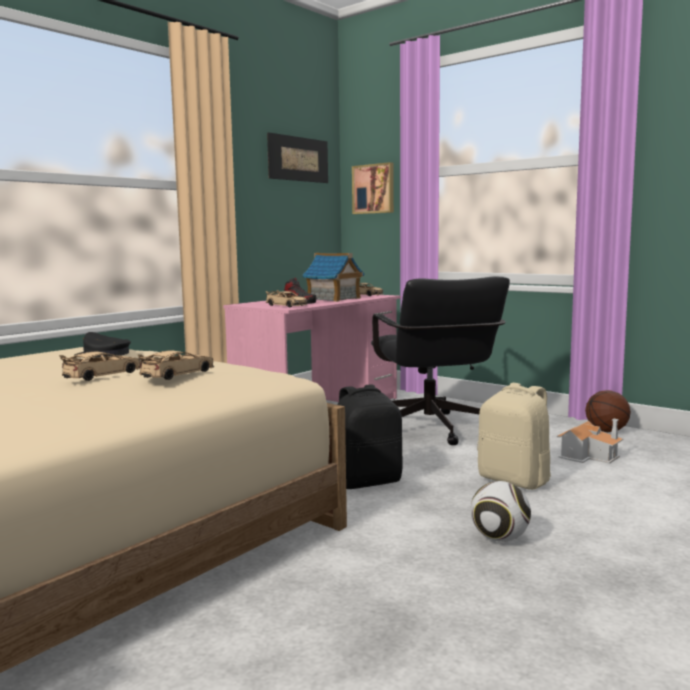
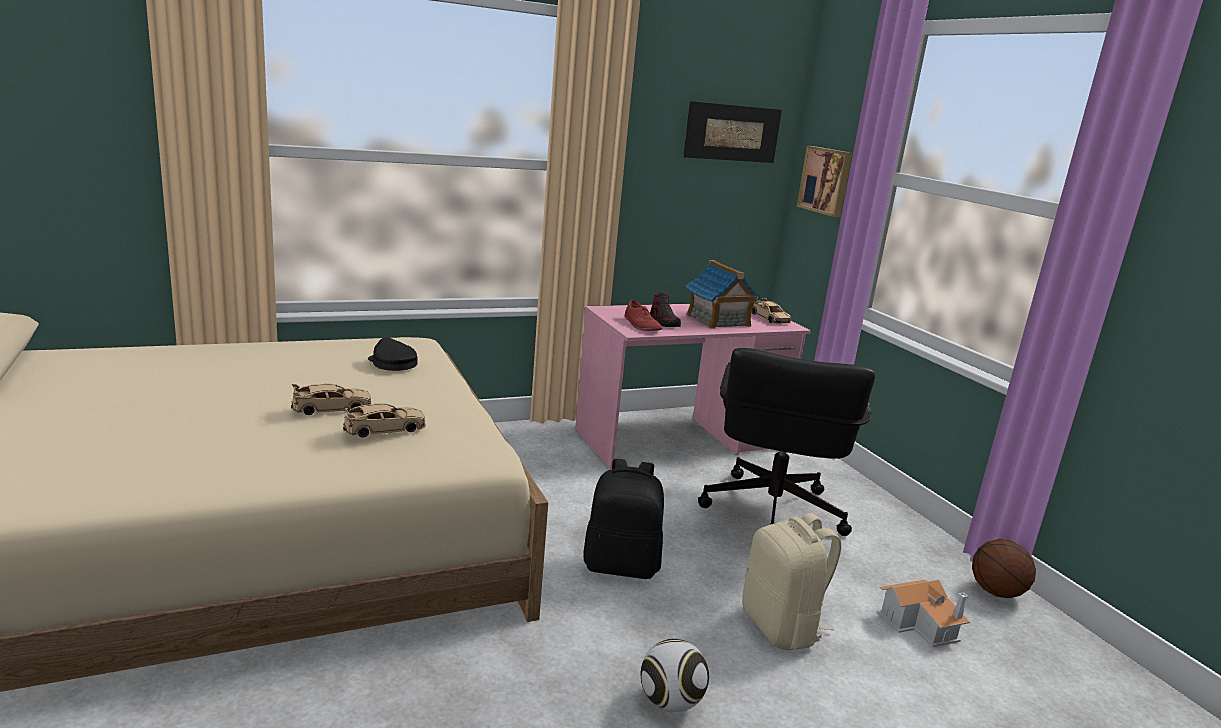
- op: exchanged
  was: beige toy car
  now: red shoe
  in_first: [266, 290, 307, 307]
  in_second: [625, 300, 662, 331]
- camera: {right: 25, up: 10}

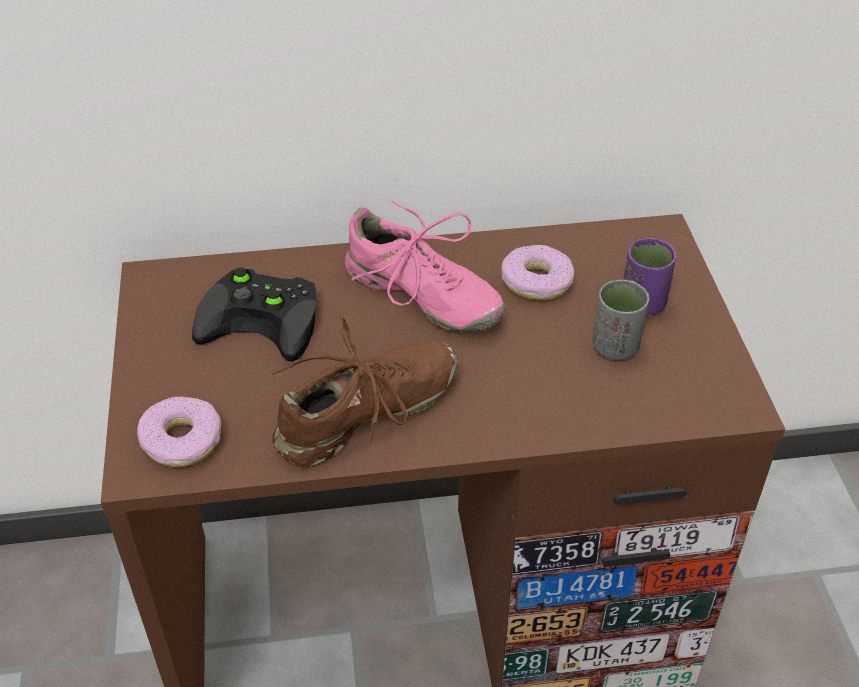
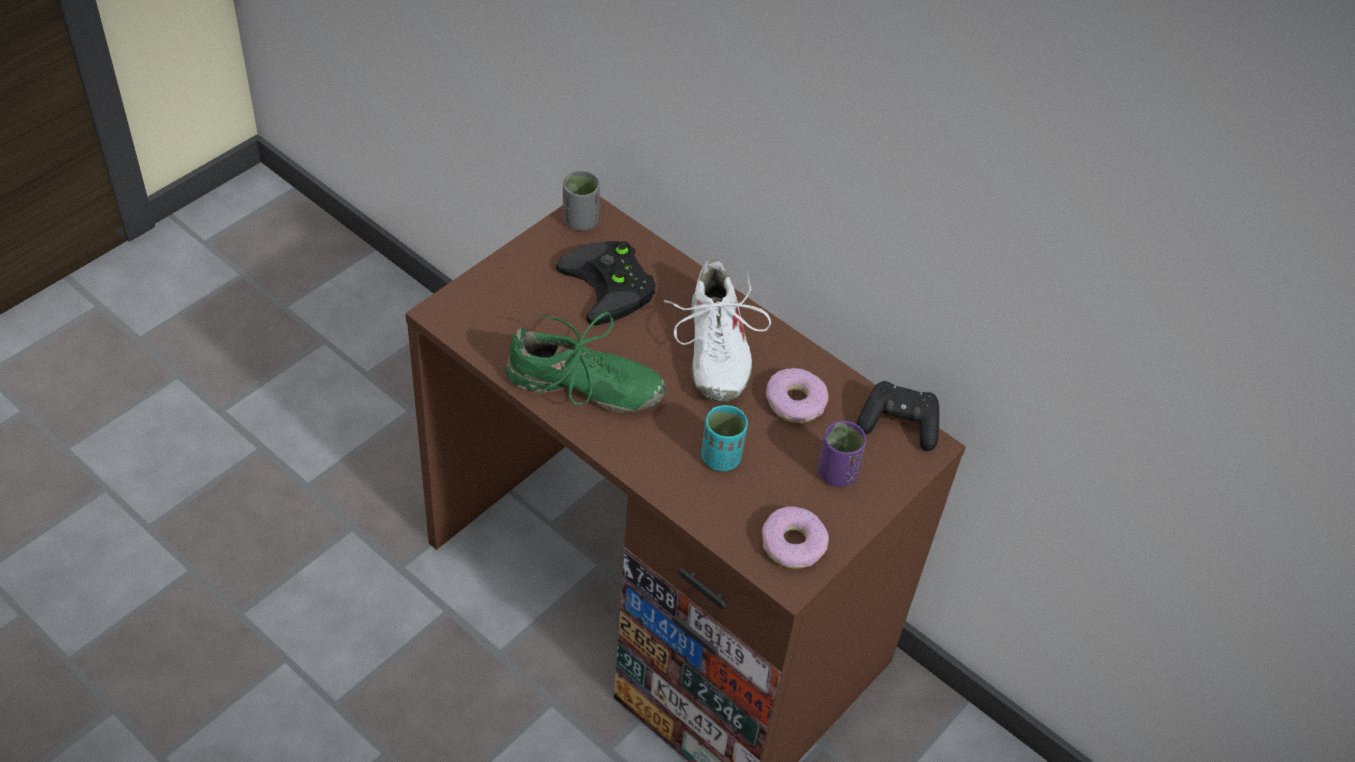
- op: appeared
  now: turquoise cup
  in_second: [701, 405, 748, 471]
- op: appeared
  now: black game controller
  in_second: [857, 381, 939, 451]
- op: relocated
  was: donut
  in_first: [137, 396, 221, 467]
  in_second: [762, 506, 829, 569]
- op: relocated
  was: grey cup
  in_first: [592, 280, 649, 360]
  in_second: [563, 171, 600, 231]
- op: colour
  was: brown shoe
  now: green shoe
  in_first: [272, 316, 458, 467]
  in_second: [506, 312, 666, 413]
- op: colour
  was: pink shoe
  now: white shoe
  in_first: [345, 201, 505, 332]
  in_second: [663, 259, 771, 401]
- camera: {right: 45, up: 5}

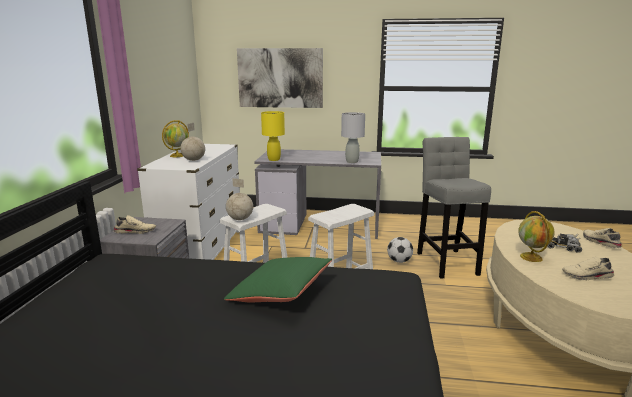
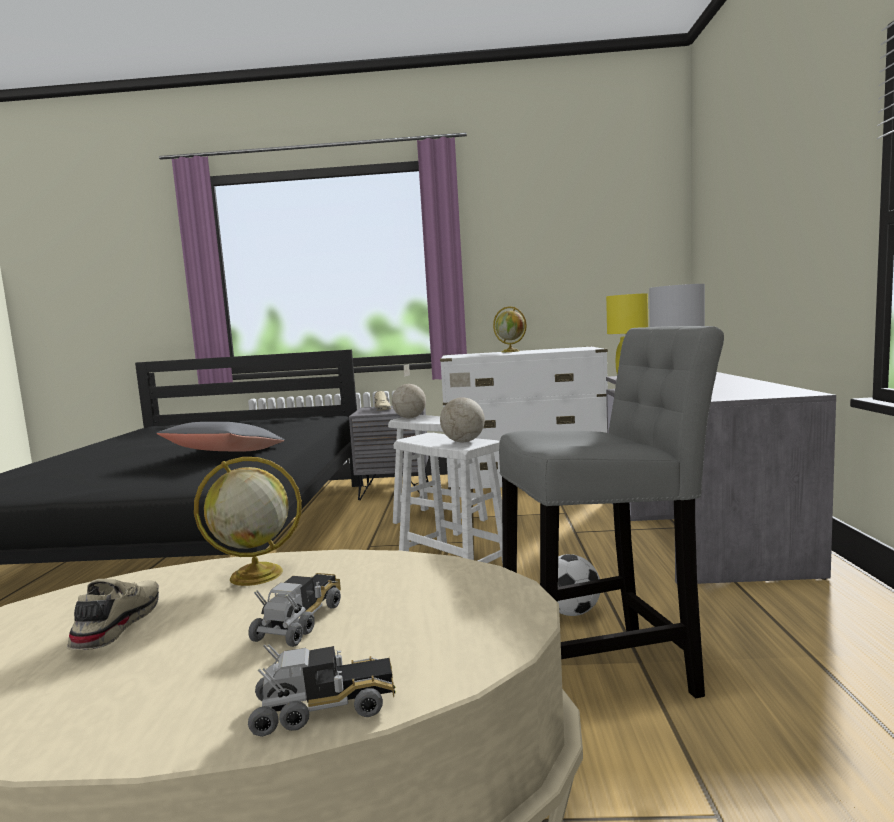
- op: missing
  was: picture
  in_first: [237, 48, 323, 108]
- op: relocated
  was: globe
  in_first: [180, 123, 205, 161]
  in_second: [440, 372, 485, 442]
- op: exchanged
  was: beige shoe
  now: toy truck
  in_first: [583, 228, 622, 248]
  in_second: [248, 644, 396, 737]
- op: colour
  was: green pillow
  now: grey pillow
  in_first: [224, 257, 332, 302]
  in_second: [157, 422, 285, 451]
- camera: {right: 85, up: -10}

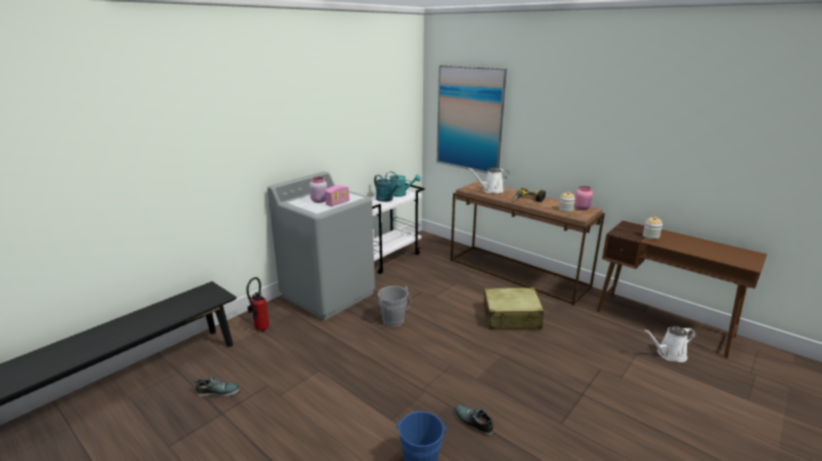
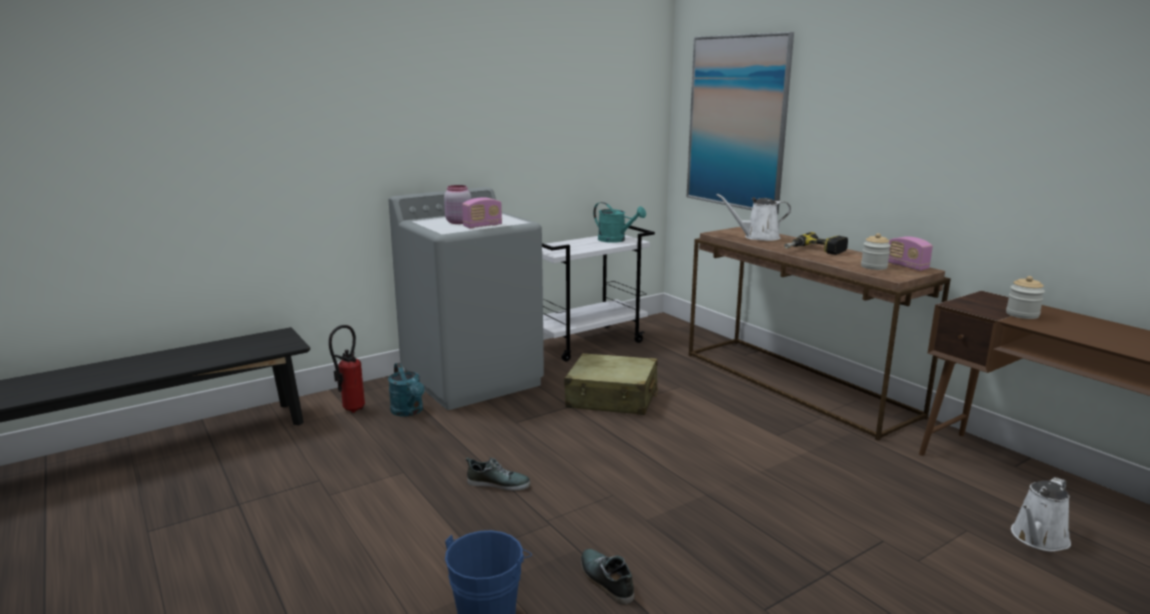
- op: missing
  was: grey bucket
  in_first: [378, 286, 411, 327]
- op: relocated
  was: shoe
  in_first: [194, 376, 240, 397]
  in_second: [466, 457, 530, 491]
- op: relocated
  was: turquoise watering can
  in_first: [374, 175, 403, 202]
  in_second: [388, 363, 425, 417]
- op: relocated
  was: beige suitcase
  in_first: [483, 287, 544, 330]
  in_second: [564, 353, 658, 415]
- op: exchanged
  was: pink jar
  now: radio
  in_first: [574, 186, 593, 210]
  in_second: [888, 236, 933, 271]
- op: spun
  was: white watering can
  in_first: [644, 326, 696, 362]
  in_second: [1011, 477, 1071, 552]
  clockwise: -45
- camera: {right: 15, up: -5}

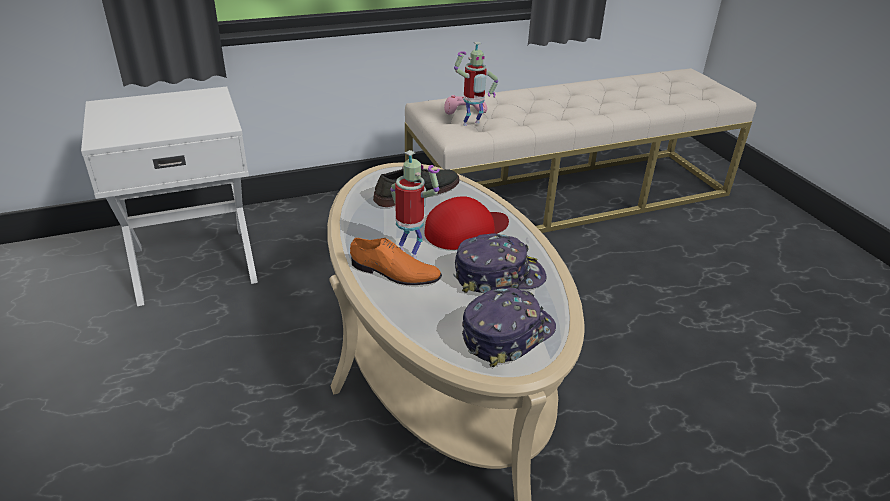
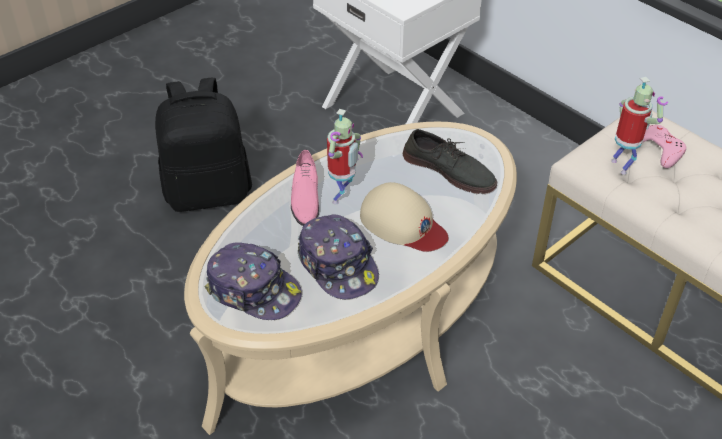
- op: appeared
  now: black backpack
  in_second: [155, 78, 252, 212]
- op: colour
  was: orange shoe
  now: pink shoe
  in_first: [350, 238, 442, 285]
  in_second: [291, 150, 319, 226]
- op: colour
  was: red cap
  now: beige cap
  in_first: [424, 196, 509, 250]
  in_second: [360, 182, 448, 252]
- op: spun
  was: toy robot
  in_first: [454, 42, 498, 126]
  in_second: [611, 77, 668, 175]
  clockwise: -150
- camera: {right: 70, up: 10}

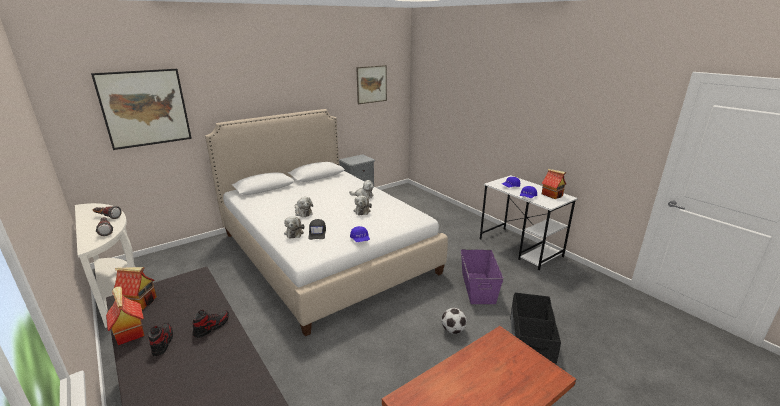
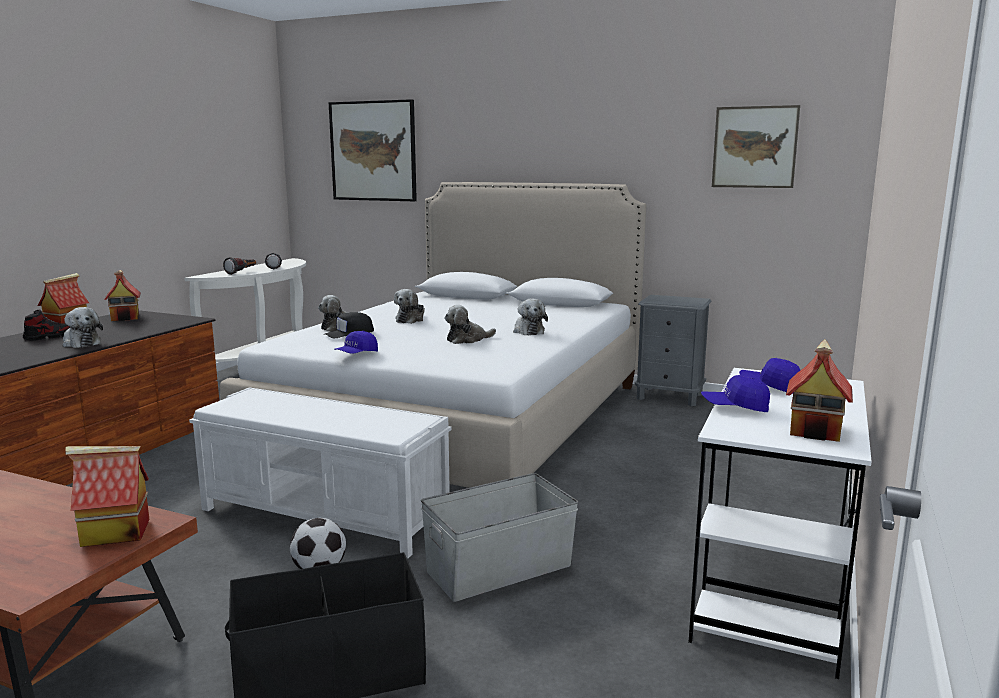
- op: appeared
  now: toy house
  in_second: [65, 446, 150, 547]
- op: appeared
  now: white bench
  in_second: [189, 387, 452, 559]
- op: exchanged
  was: shoe
  now: plush toy
  in_first: [193, 310, 229, 338]
  in_second: [63, 307, 103, 348]
- op: colour
  was: purple storage box
  now: grey storage box
  in_first: [461, 249, 504, 304]
  in_second: [421, 473, 578, 602]
- camera: {right: 60, up: -10}

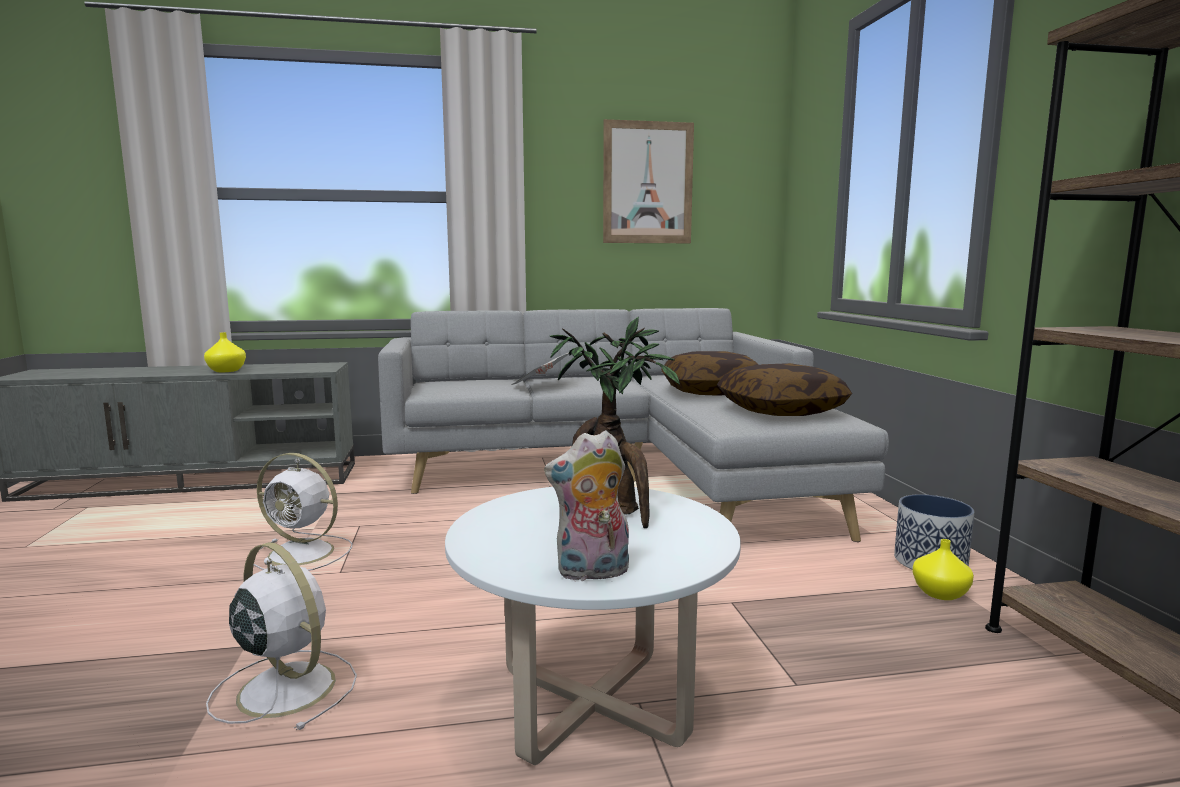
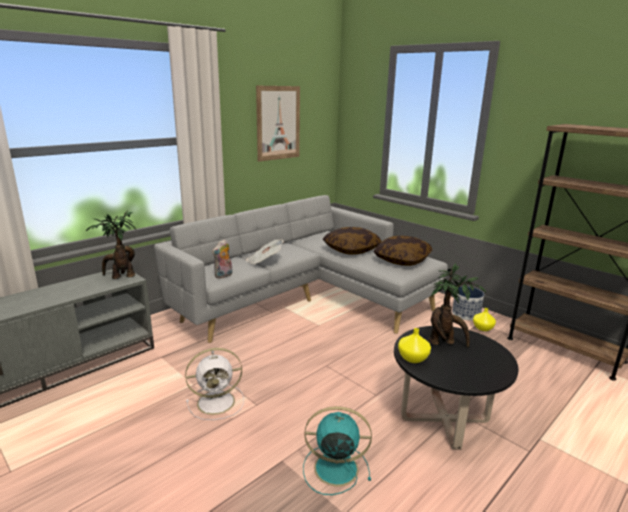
- op: appeared
  now: potted plant
  in_second: [86, 211, 136, 279]
- op: relocated
  was: yellow vase
  in_first: [204, 332, 246, 372]
  in_second: [398, 328, 431, 363]
- op: relocated
  was: plush toy
  in_first: [544, 430, 629, 581]
  in_second: [212, 239, 232, 279]
- op: colour
  was: white fan
  now: turquoise fan
  in_first: [206, 542, 357, 730]
  in_second: [303, 406, 372, 495]
- op: colour
  was: white coffee table
  now: black coffee table
  in_first: [445, 487, 741, 765]
  in_second: [394, 326, 519, 450]
- camera: {right: -35, up: 10}

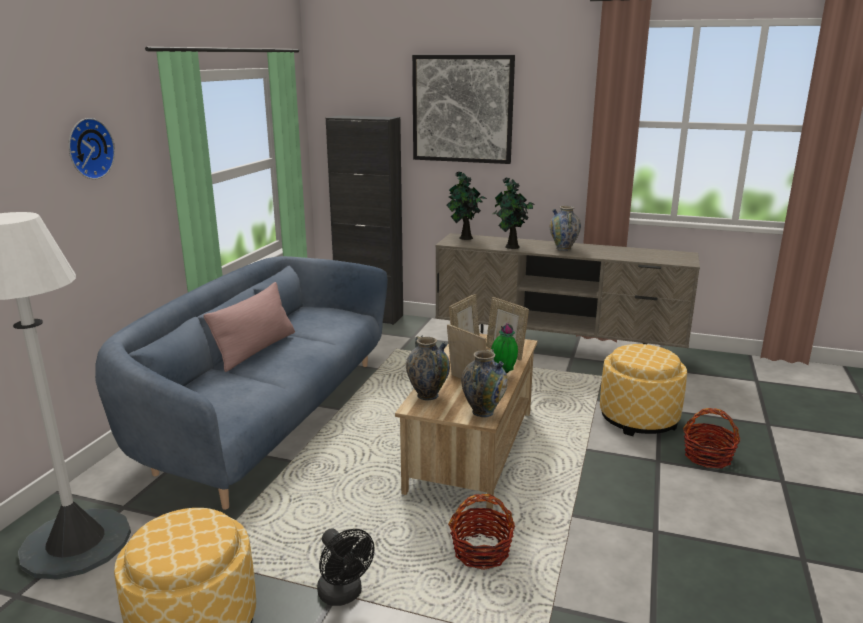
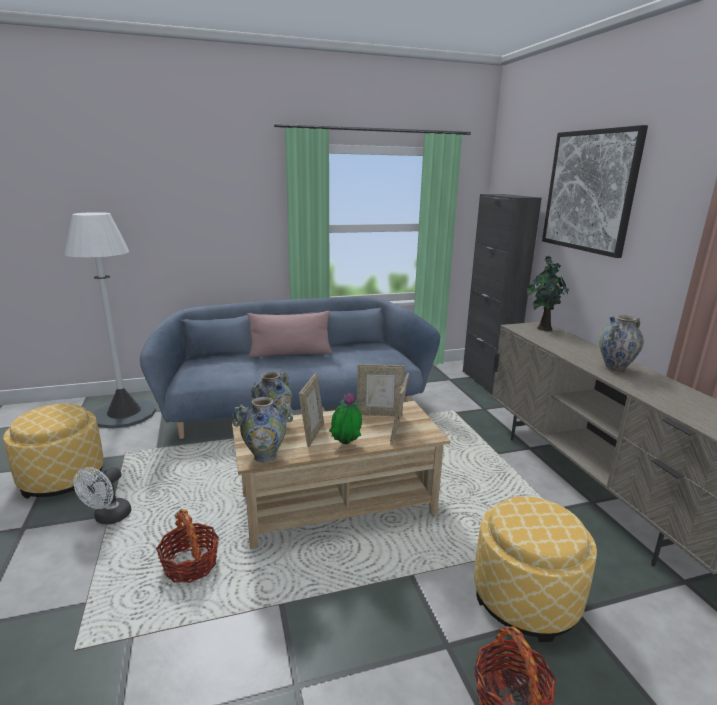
- op: missing
  was: wall clock
  in_first: [69, 118, 115, 180]
- op: missing
  was: potted plant
  in_first: [492, 177, 535, 249]
- op: colour
  was: black fan
  now: white fan
  in_first: [317, 528, 375, 606]
  in_second: [74, 467, 131, 525]
- camera: {right: 55, up: 0}

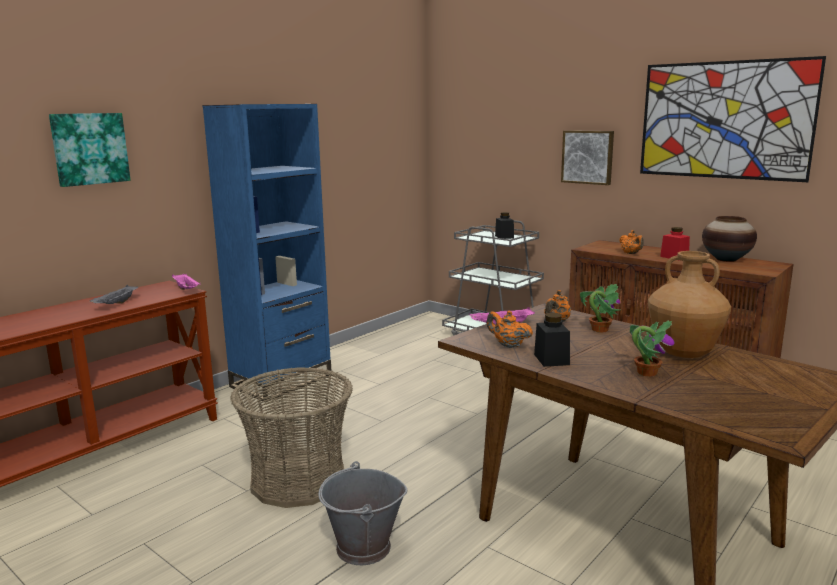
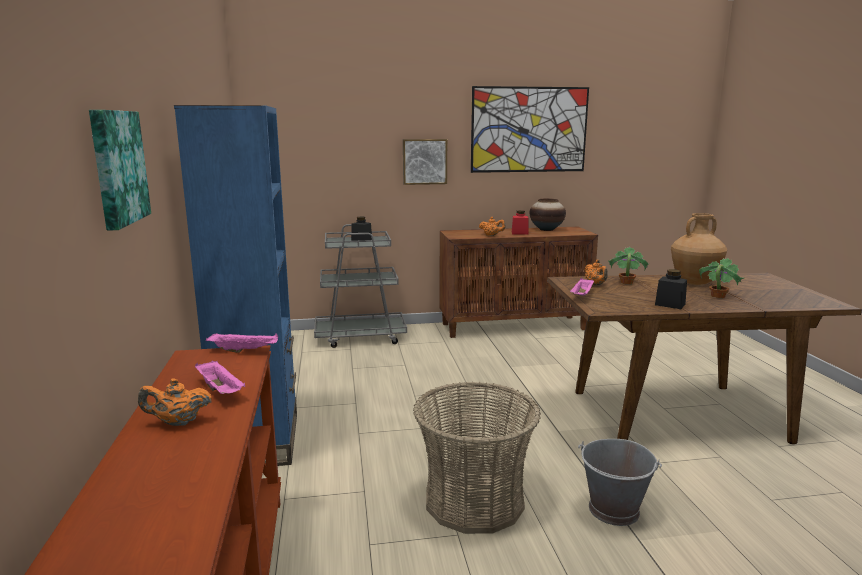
- op: relocated
  was: orange teapot
  in_first: [486, 310, 533, 348]
  in_second: [138, 378, 212, 426]
- op: colour
  was: grey tray
  now: pink tray
  in_first: [89, 285, 138, 304]
  in_second: [195, 361, 245, 394]
- camera: {right: -50, up: 0}

